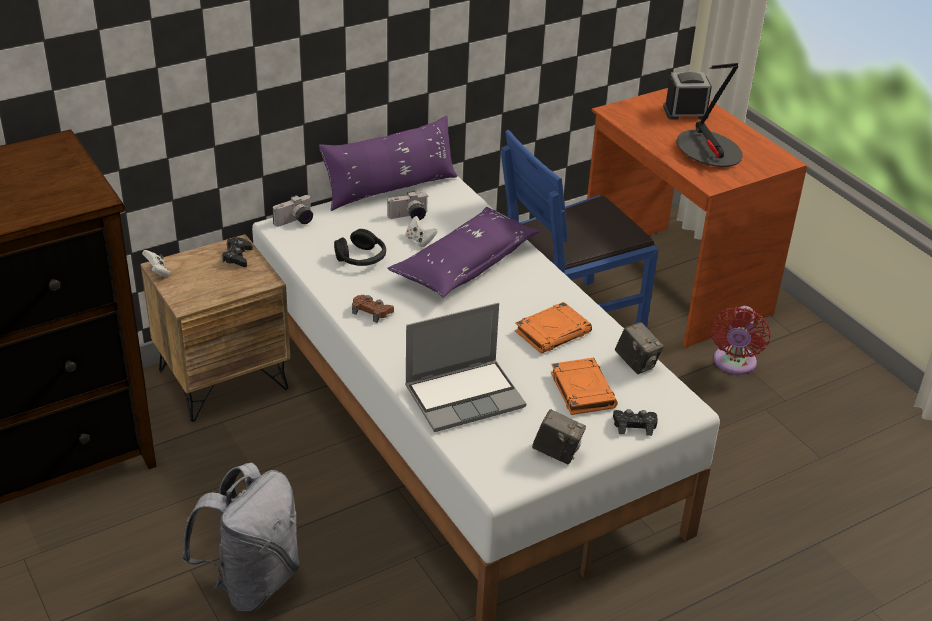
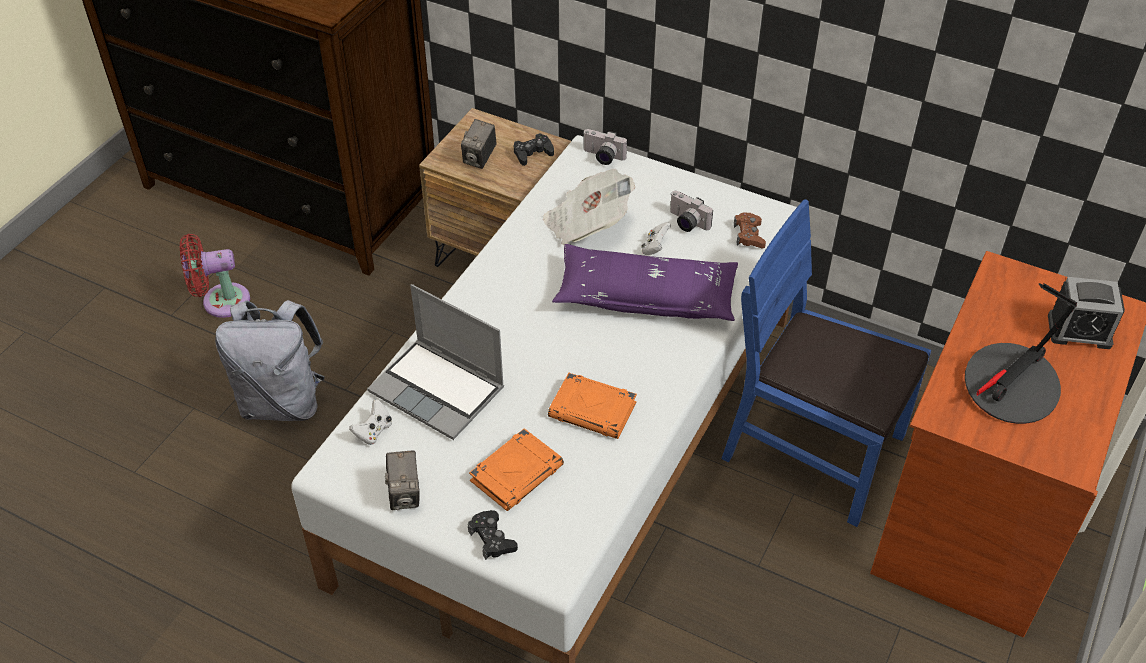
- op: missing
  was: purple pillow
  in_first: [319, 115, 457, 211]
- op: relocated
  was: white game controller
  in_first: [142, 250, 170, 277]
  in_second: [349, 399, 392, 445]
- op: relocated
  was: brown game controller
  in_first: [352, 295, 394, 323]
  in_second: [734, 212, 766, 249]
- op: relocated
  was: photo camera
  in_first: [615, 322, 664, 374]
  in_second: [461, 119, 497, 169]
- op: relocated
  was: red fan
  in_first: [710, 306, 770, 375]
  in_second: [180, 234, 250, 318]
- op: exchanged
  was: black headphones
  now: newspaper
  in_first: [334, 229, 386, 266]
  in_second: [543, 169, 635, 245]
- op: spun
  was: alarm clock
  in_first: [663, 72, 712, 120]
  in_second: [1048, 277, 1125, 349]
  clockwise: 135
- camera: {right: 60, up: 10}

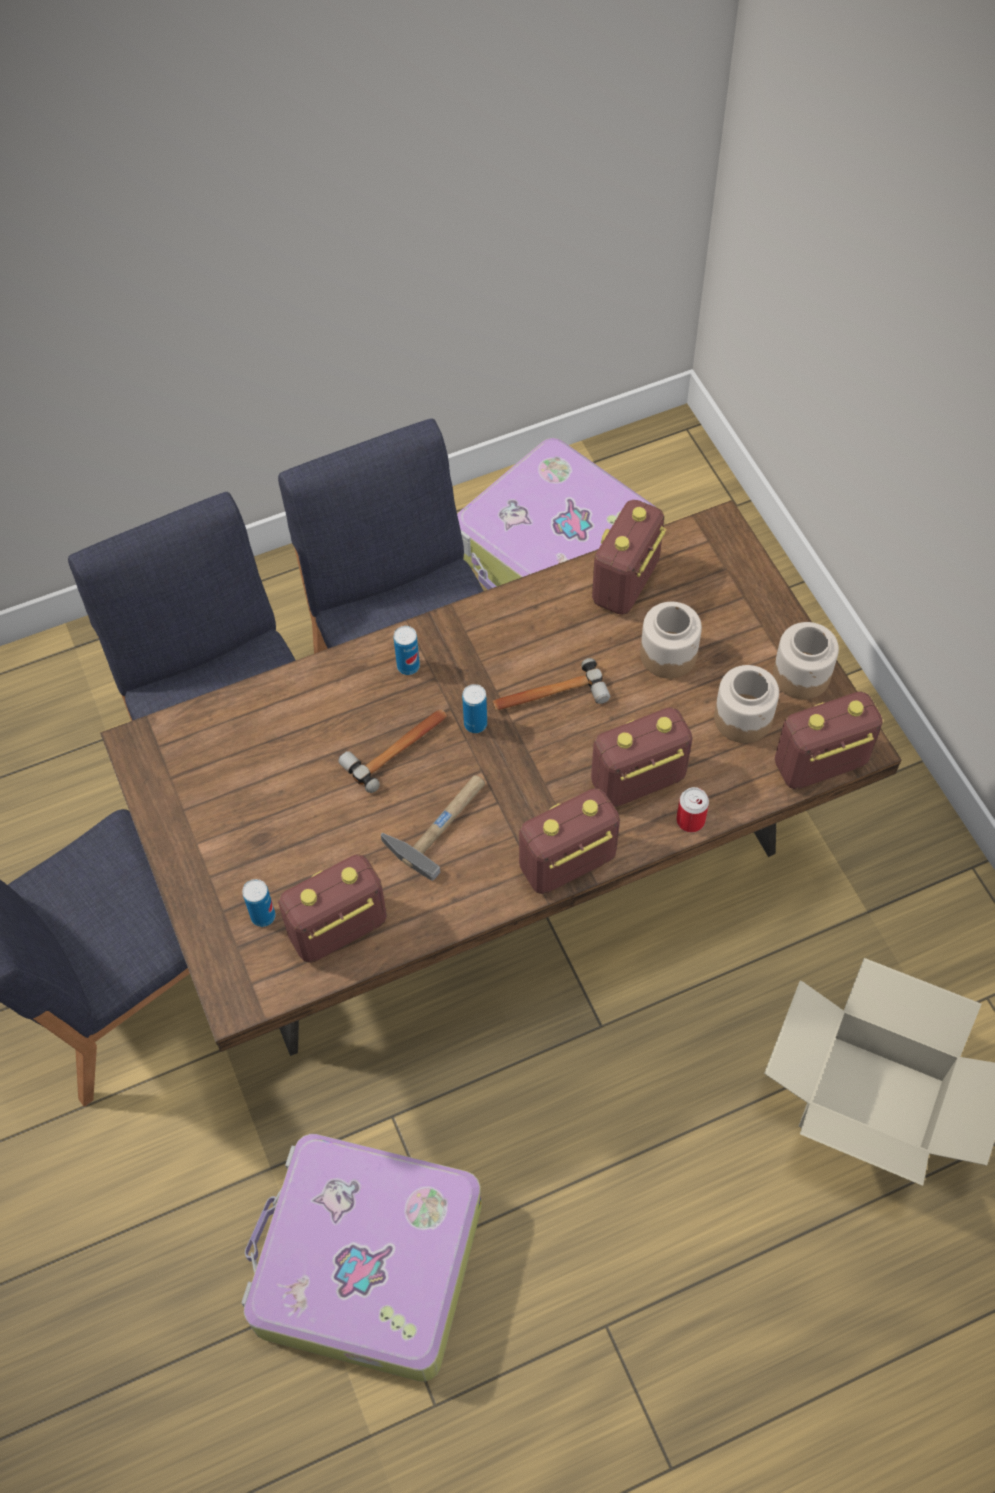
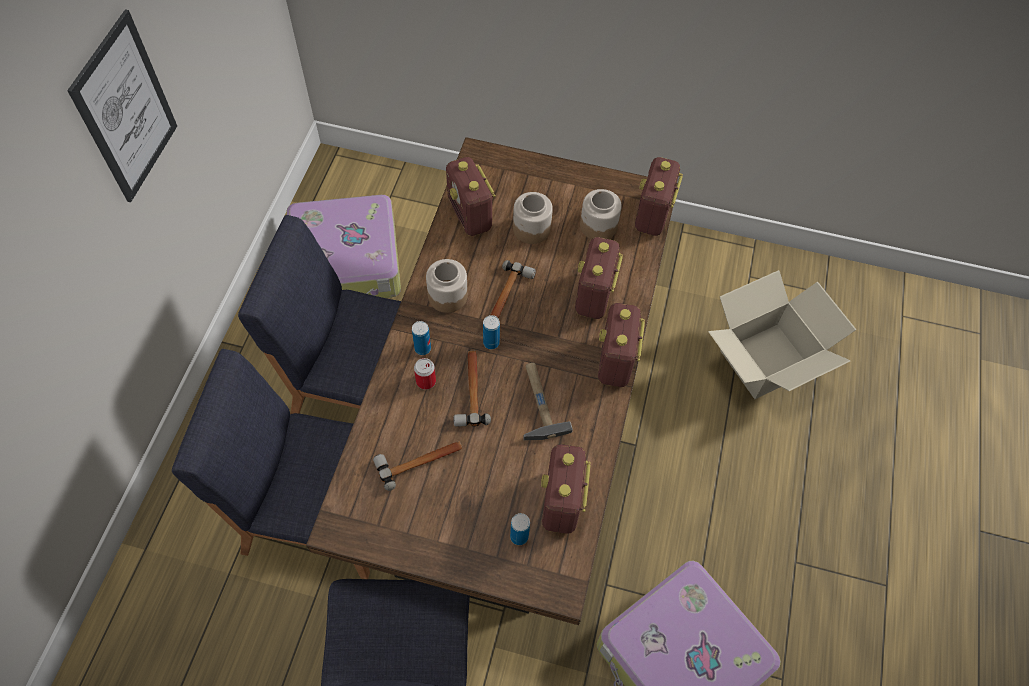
- op: appeared
  now: picture
  in_second: [67, 9, 177, 202]
- op: appeared
  now: hammer
  in_second: [373, 441, 463, 491]
- op: relocated
  was: can
  in_first: [676, 787, 709, 832]
  in_second: [414, 358, 436, 390]
- op: relocated
  was: jar
  in_first: [773, 622, 839, 699]
  in_second: [426, 259, 468, 313]
- camera: {right: -55, up: 0}

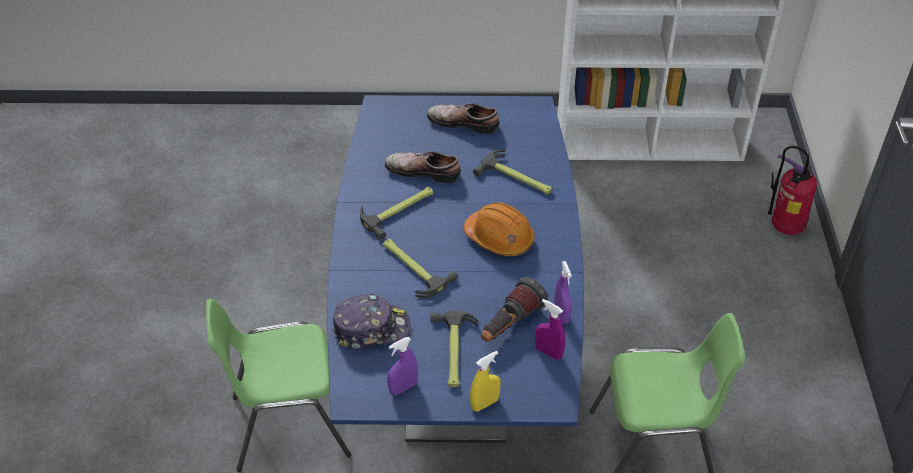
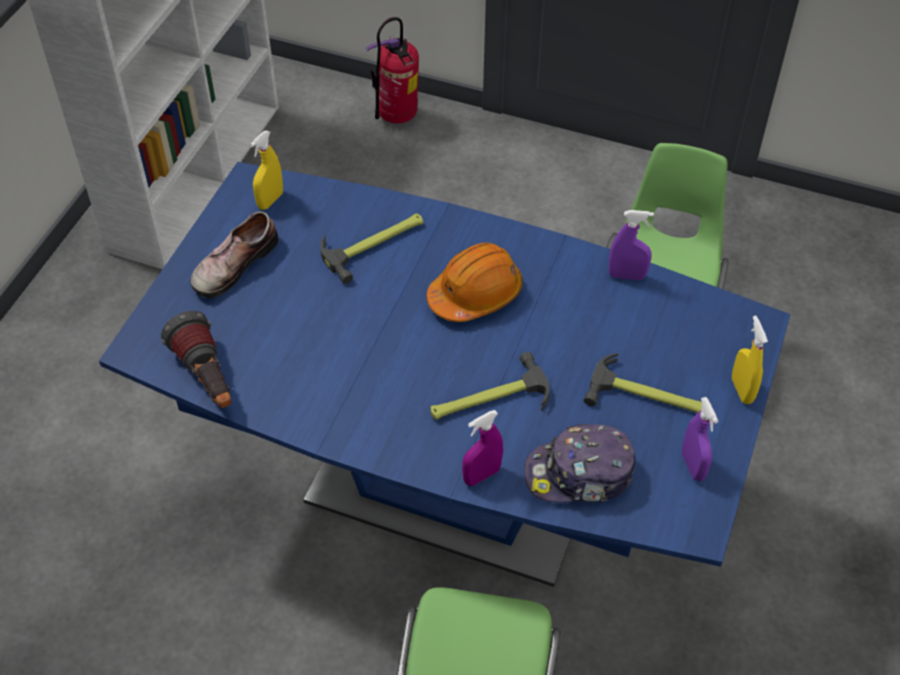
- op: missing
  was: hammer
  in_first: [360, 187, 433, 239]
- op: missing
  was: shoe
  in_first: [385, 151, 461, 183]
- op: appeared
  now: yellow spray bottle
  in_second: [250, 131, 283, 210]
- op: relocated
  was: flashlight
  in_first: [481, 277, 548, 342]
  in_second: [161, 311, 232, 408]
- op: relocated
  was: purple spray bottle
  in_first: [535, 299, 565, 360]
  in_second: [462, 410, 503, 486]
- op: spun
  was: cap
  in_first: [333, 294, 411, 348]
  in_second: [524, 424, 635, 503]
  clockwise: -105
- camera: {right: -70, up: 5}

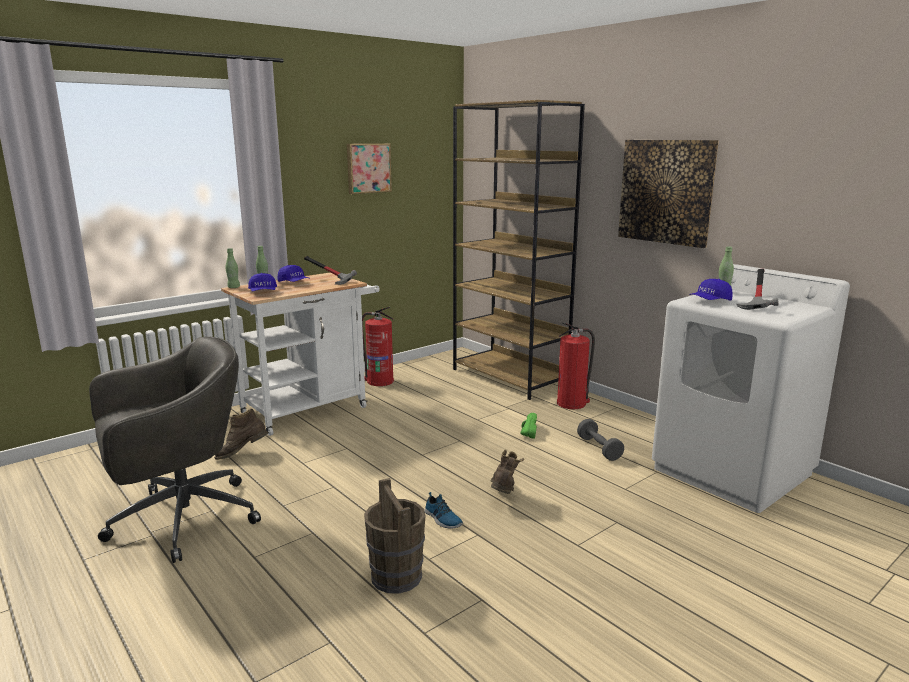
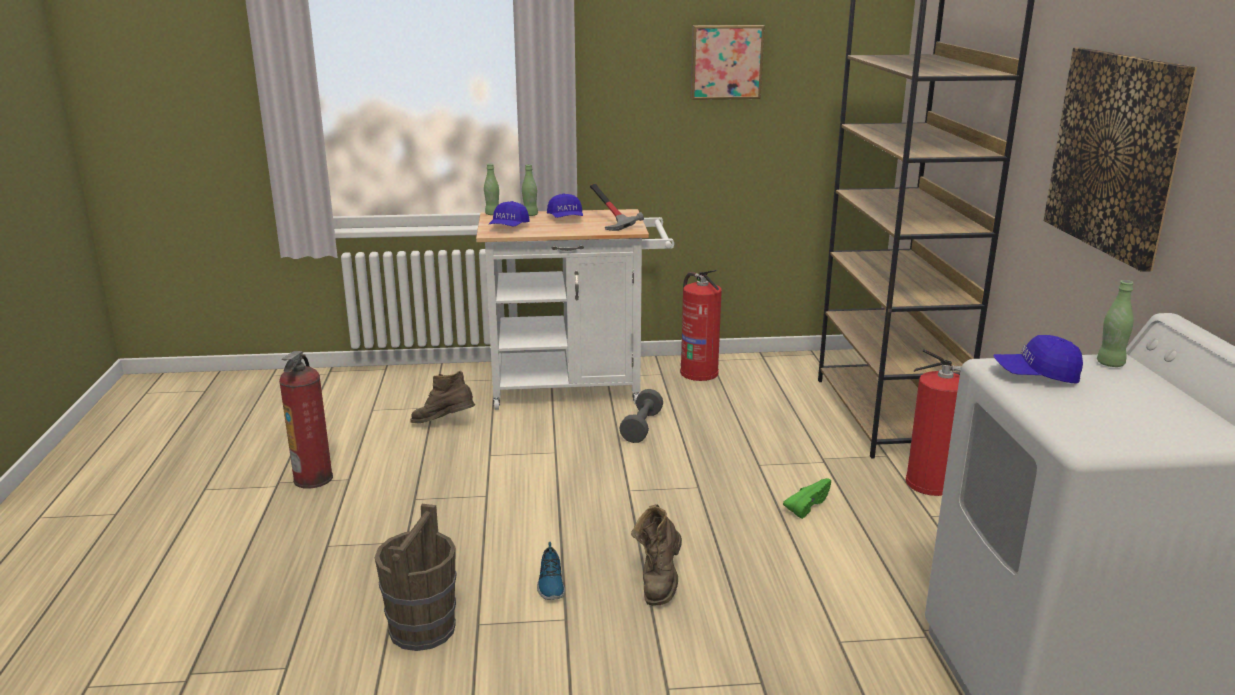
- op: missing
  was: hammer
  in_first: [736, 269, 779, 310]
- op: relocated
  was: grey dumbbell
  in_first: [577, 419, 624, 461]
  in_second: [619, 389, 663, 443]
- op: exchanged
  was: grey office chair
  now: fire extinguisher
  in_first: [89, 337, 261, 563]
  in_second: [279, 351, 333, 489]
- op: spun
  was: brown boot
  in_first: [491, 450, 524, 494]
  in_second: [631, 504, 682, 606]
  clockwise: 150
- camera: {right: 35, up: 5}

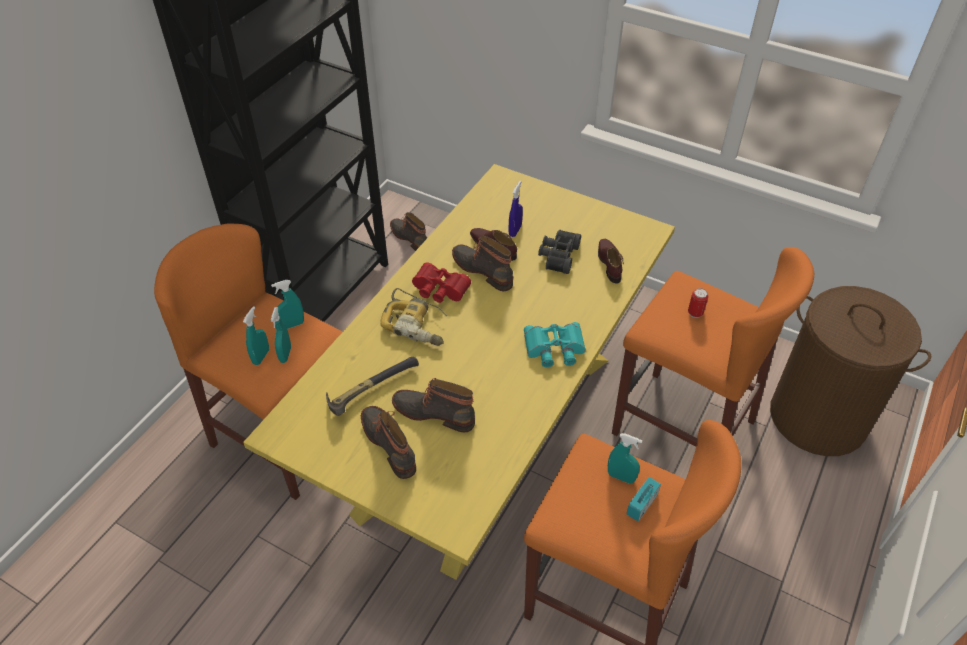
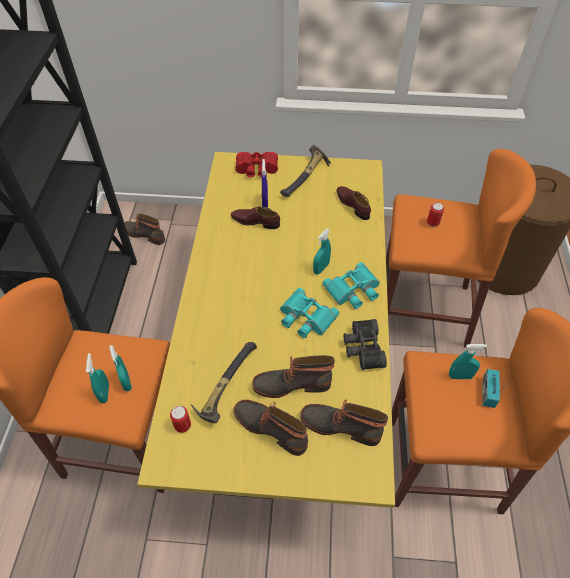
- op: missing
  was: power drill
  in_first: [380, 288, 447, 346]
- op: appeared
  now: can
  in_second: [170, 406, 191, 433]
- op: appeared
  now: hammer
  in_second: [280, 145, 331, 197]
- op: appeared
  now: turquoise binoculars
  in_second: [280, 288, 339, 338]
- op: relocated
  was: turquoise spray bottle
  in_first: [271, 280, 304, 329]
  in_second: [313, 228, 331, 274]
- op: relocated
  was: red binoculars
  in_first: [412, 262, 471, 303]
  in_second: [235, 152, 278, 178]
- op: relocated
  was: boot
  in_first: [452, 236, 513, 291]
  in_second: [300, 399, 388, 446]
- op: relocated
  was: black binoculars
  in_first: [538, 230, 581, 274]
  in_second: [344, 319, 387, 370]
- camera: {right: -25, up: 5}

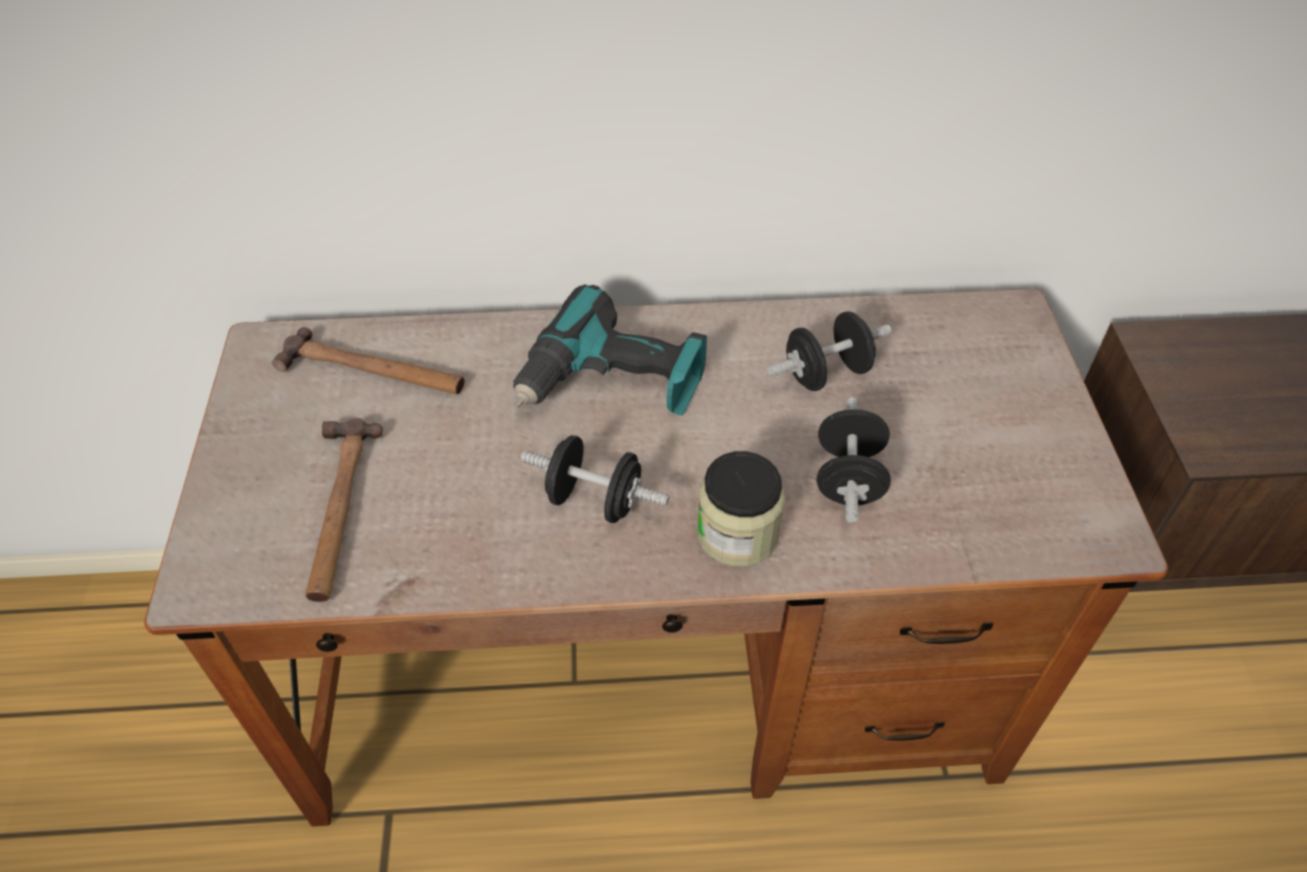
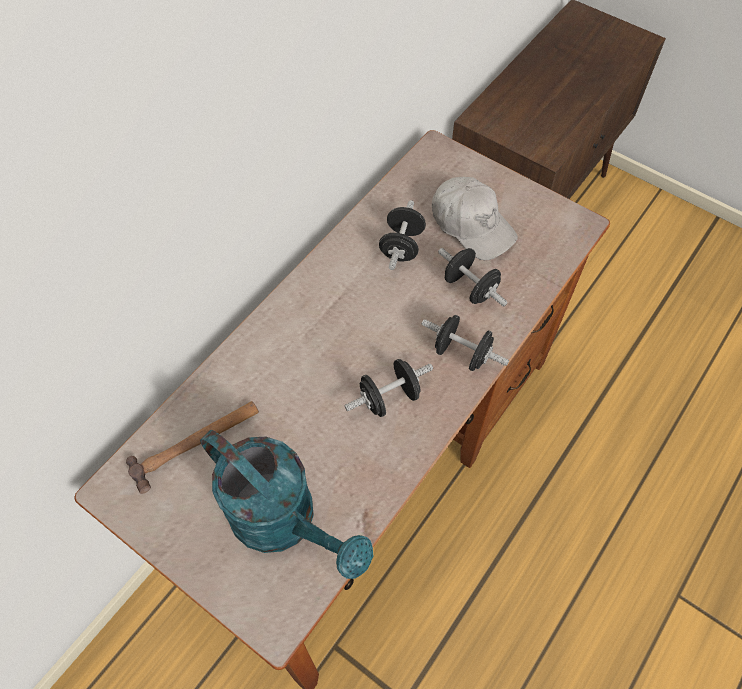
- op: missing
  was: power drill
  in_first: [513, 284, 707, 416]
- op: appeared
  now: white cap
  in_second: [432, 177, 518, 260]
- op: exchanged
  was: hammer
  now: turquoise watering can
  in_first: [306, 418, 383, 602]
  in_second: [200, 430, 373, 579]
- op: exchanged
  was: jar
  now: black dumbbell
  in_first: [697, 451, 785, 567]
  in_second: [422, 315, 509, 371]
- camera: {right: -50, up: 10}

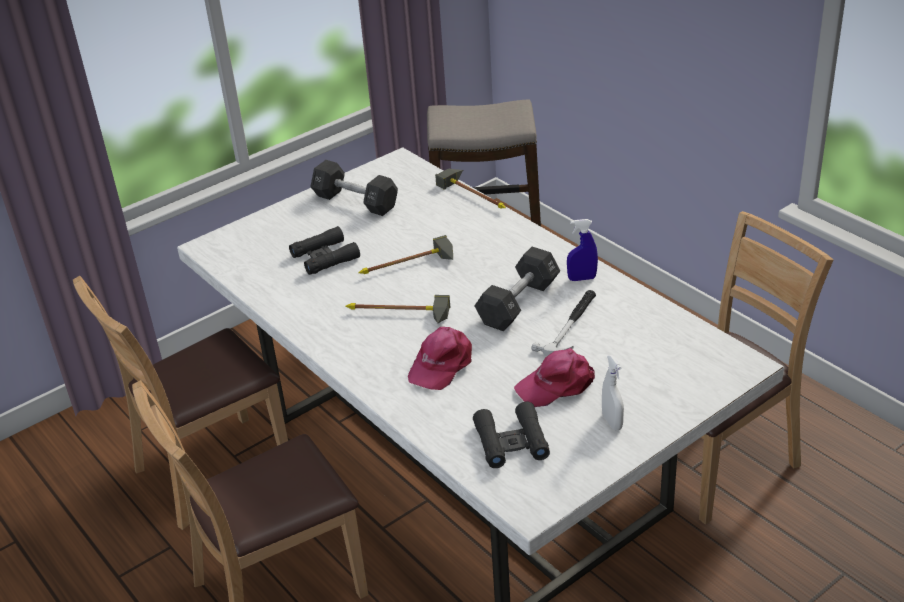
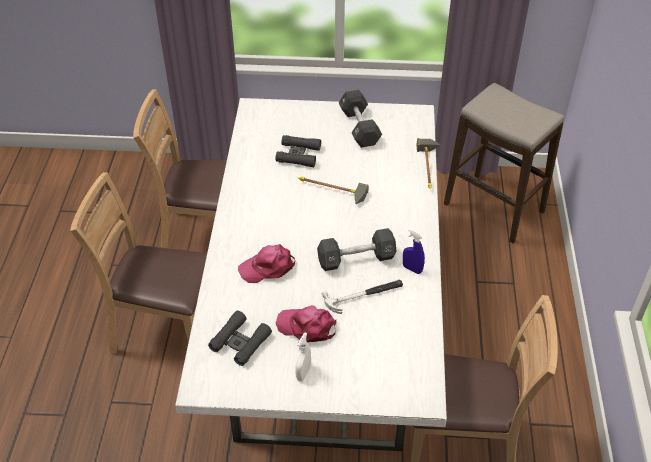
- op: missing
  was: hammer
  in_first: [346, 295, 450, 323]
- camera: {right: 40, up: 10}

